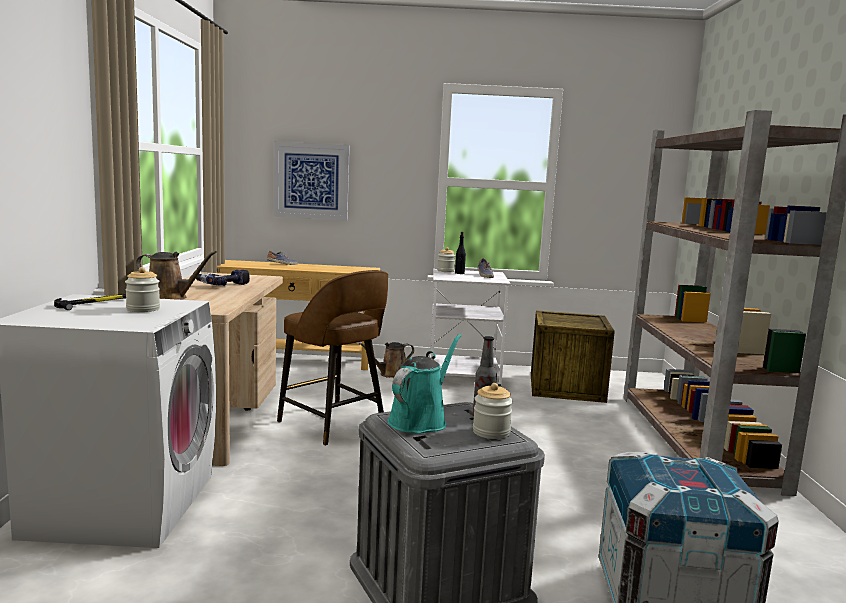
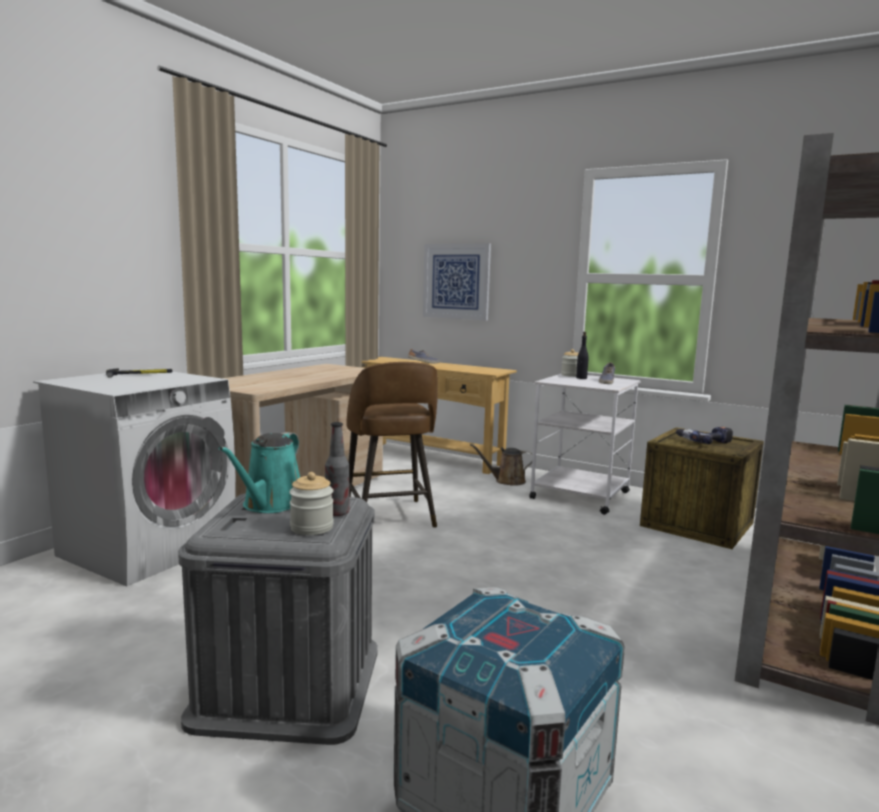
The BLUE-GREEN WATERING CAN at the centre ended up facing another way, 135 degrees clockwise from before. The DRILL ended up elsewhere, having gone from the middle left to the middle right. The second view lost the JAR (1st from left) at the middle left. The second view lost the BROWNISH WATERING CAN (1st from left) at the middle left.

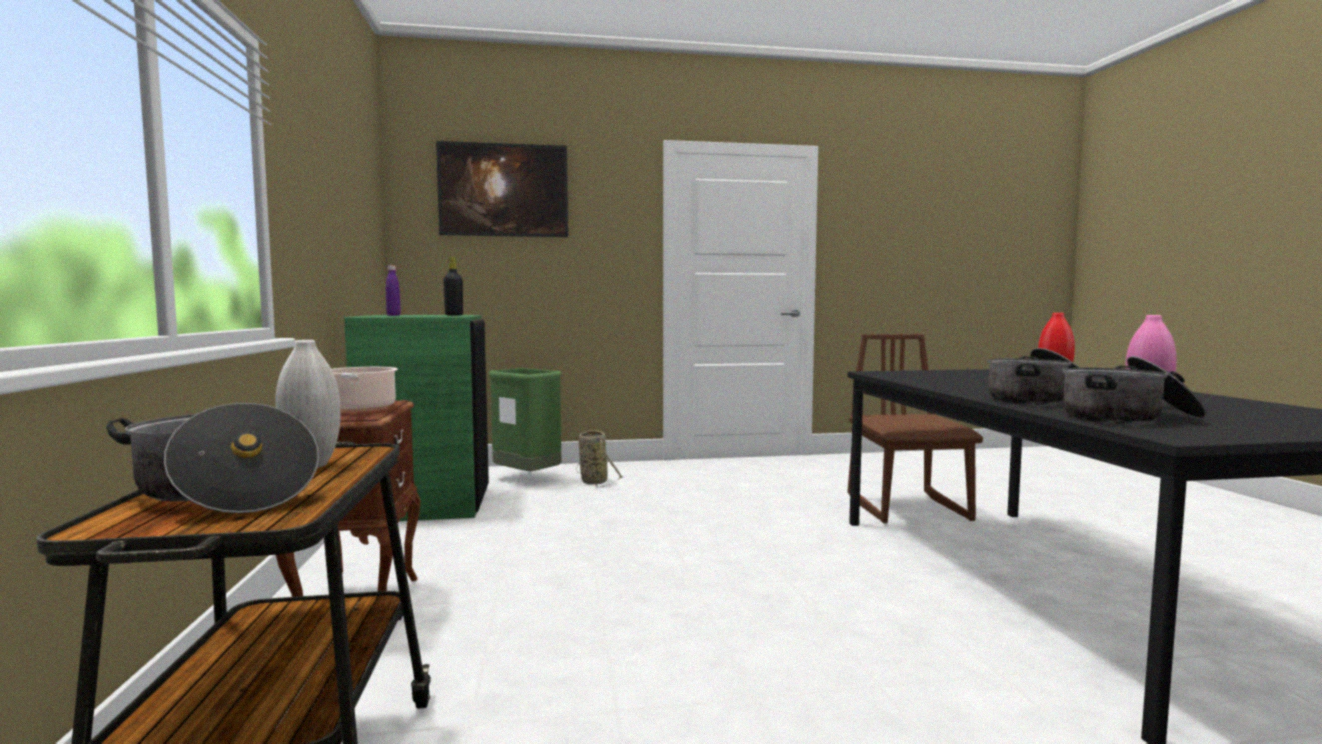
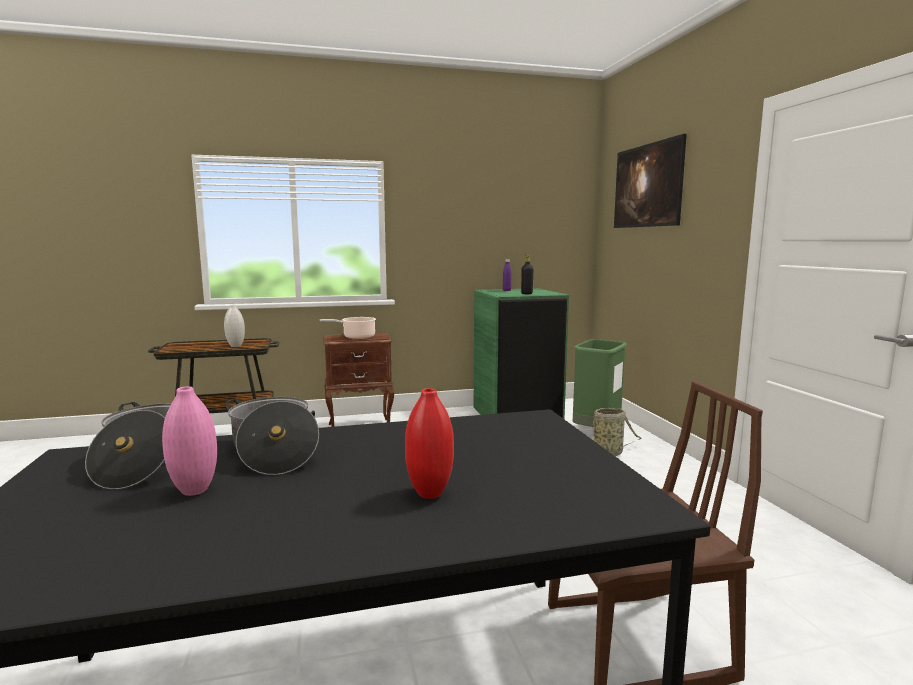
The second view lost the SAUCEPOT (1st from left) at the middle left.

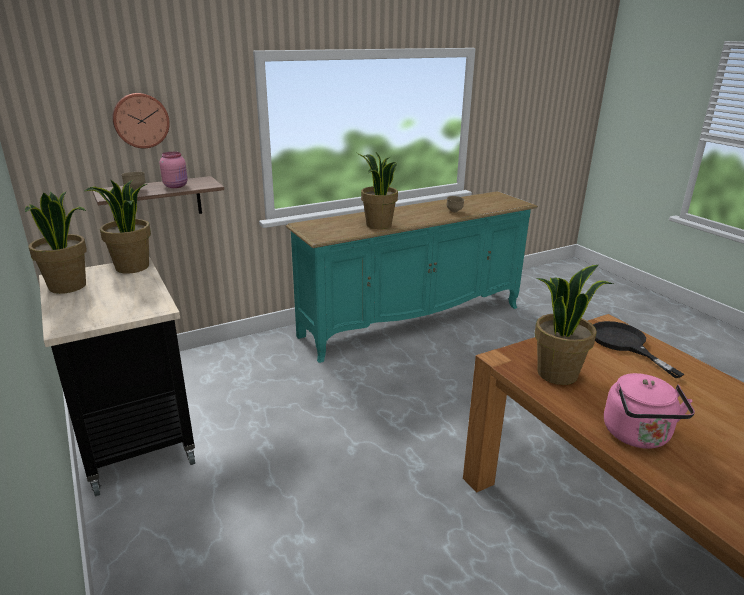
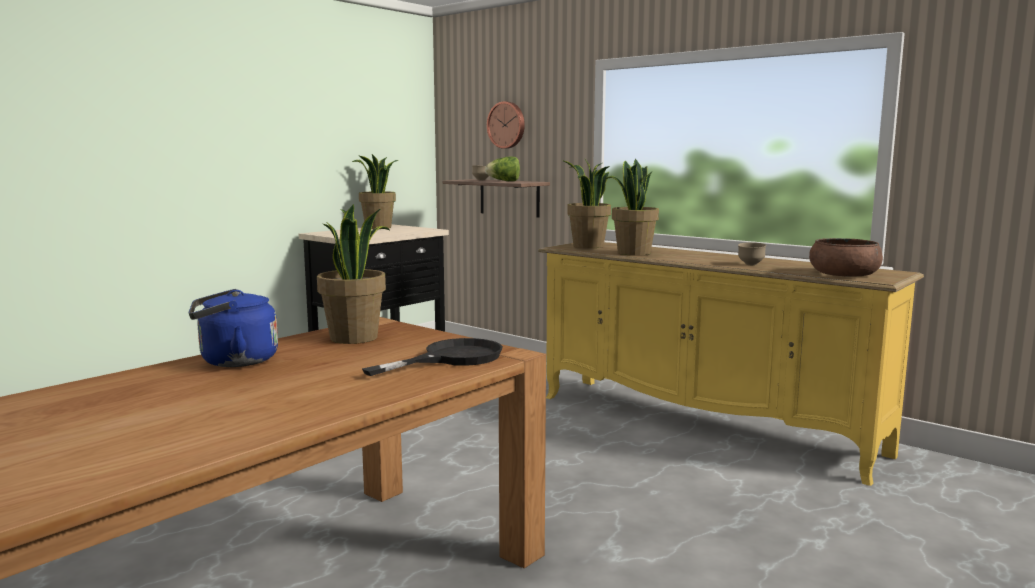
What was the PINK-COLOURED TEA KETTLE at the bottom right turned into the BLUE-COLOURED TEA KETTLE at the middle left. Where the PINK-COLOURED JAR stood at the top left, the LETTUCE HEAD came to stand at the top centre. What was the BLUE-GREEN STORAGE CABINET at the centre turned into the YELLOW STORAGE CABINET at the middle right. The POTTED PLANT (2nd from left in the first image) ended up elsewhere, having gone from the middle left to the centre. The second view gained the BROWNISH SERVING BOWL (3rd from left) at the middle right.

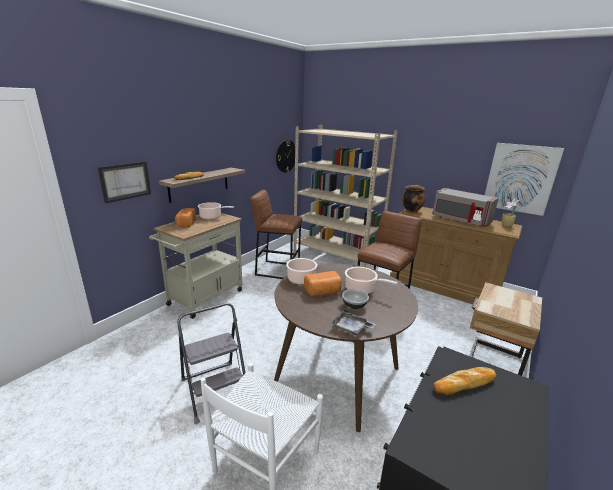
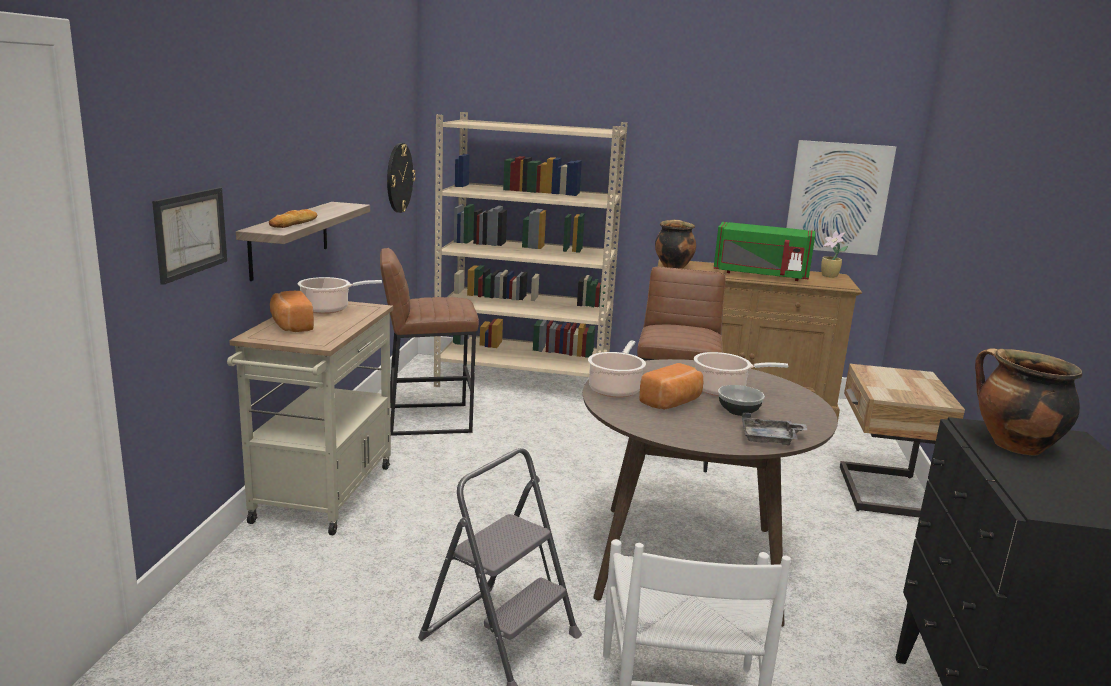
What was the GRAY MICROWAVE at the middle right turned into the GREEN MICROWAVE at the middle right. Where the BAKED BREAD (4th from left) stood at the bottom right, the SAUCEPOT (5th from left) came to stand at the middle right.

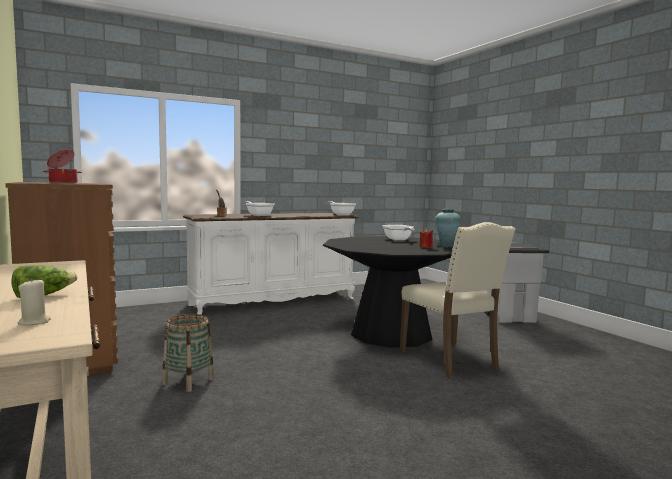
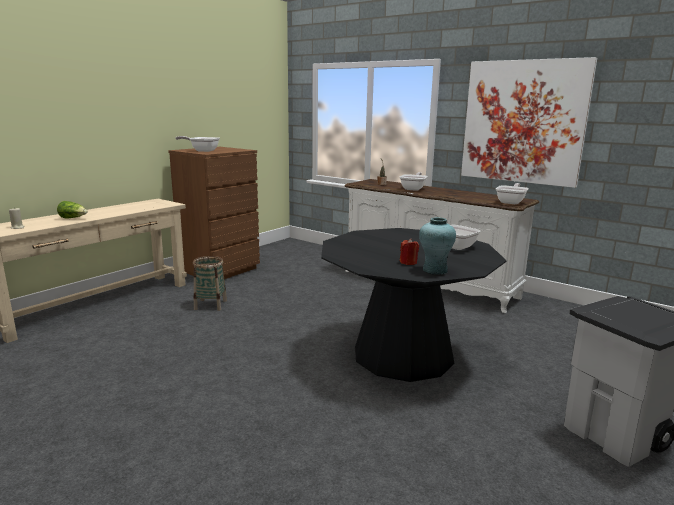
Where the SAUCEPOT stood at the middle left, the SKILLET (1st from left) came to stand at the top left. The second view gained the WALL PICTURE at the top right. The second view lost the BEIGE-COLOURED PLAIN CHAIR at the middle right.

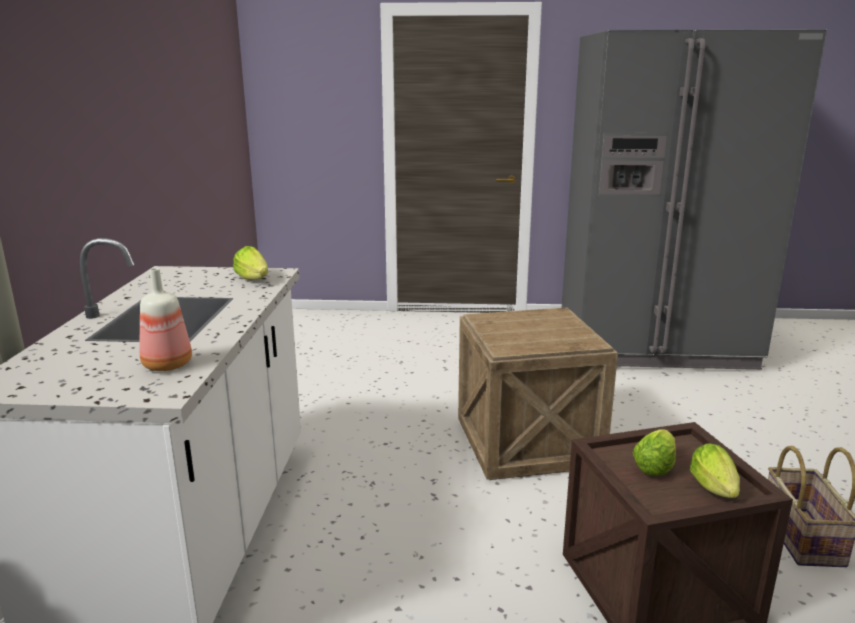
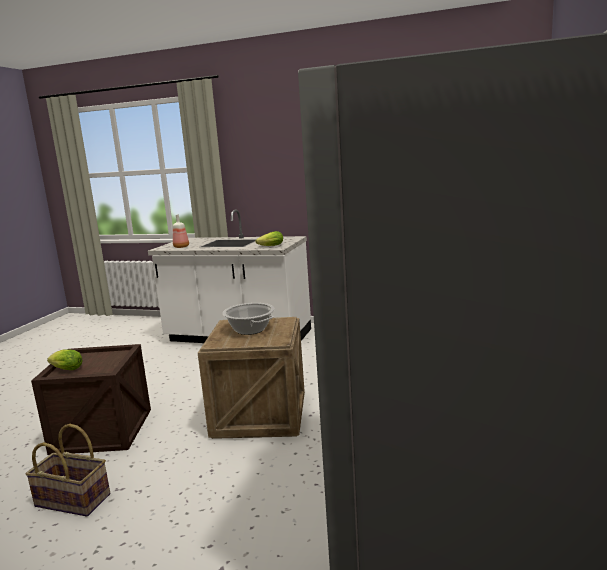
The second view gained the SAUCEPOT at the centre. The second view lost the LETTUCE HEAD (2nd from left) at the bottom right.

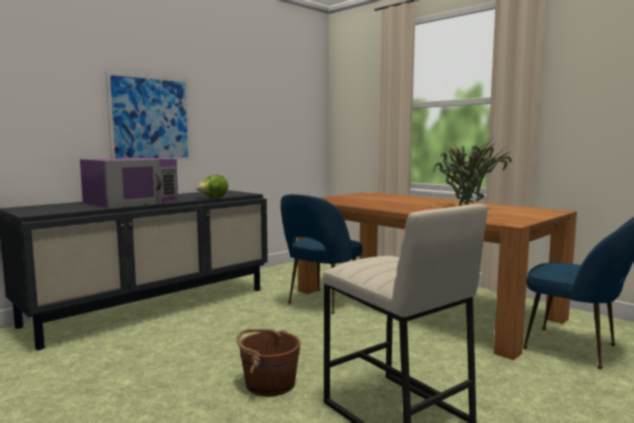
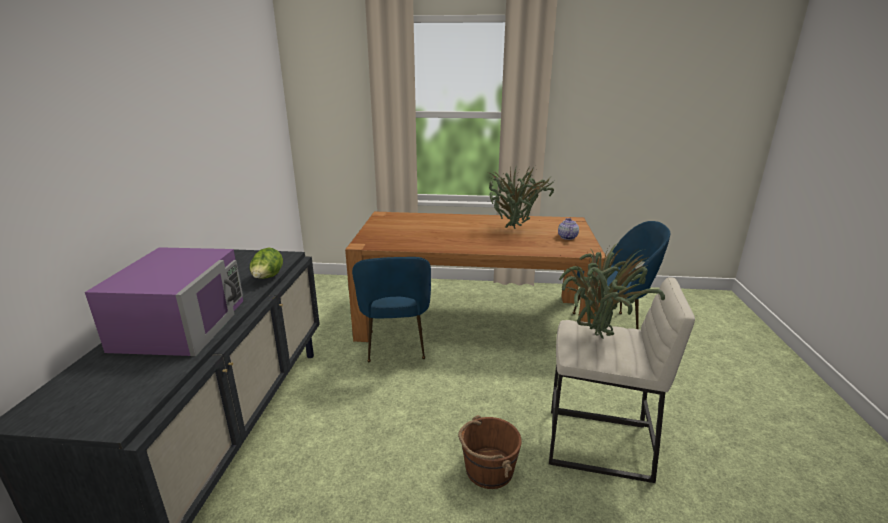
The second view gained the TEAPOT at the centre. The second view gained the POTTED PLANT (2nd from left) at the middle right. The second view lost the WALL PICTURE at the top left.

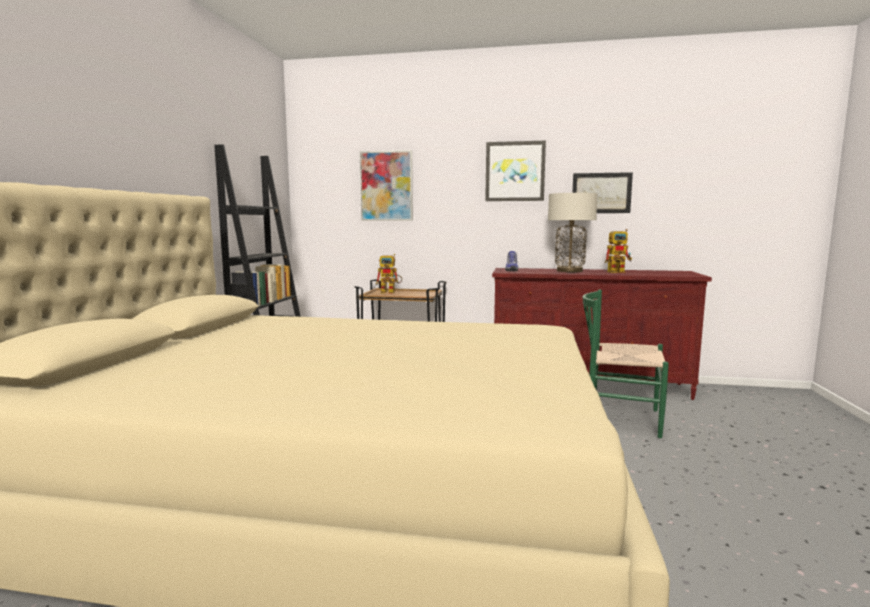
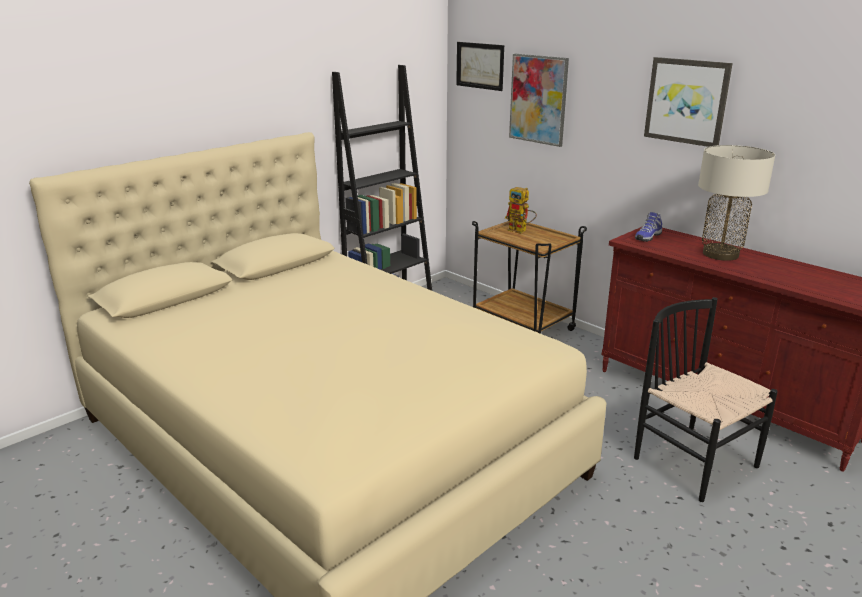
The WALL PICTURE (3rd from left in the first image) ended up elsewhere, having gone from the top right to the top centre. What was the GREEN PLAIN CHAIR at the middle right turned into the BLACK-COLOURED PLAIN CHAIR at the bottom right. The second view lost the MODEL ROBOT (2nd from left) at the middle right.

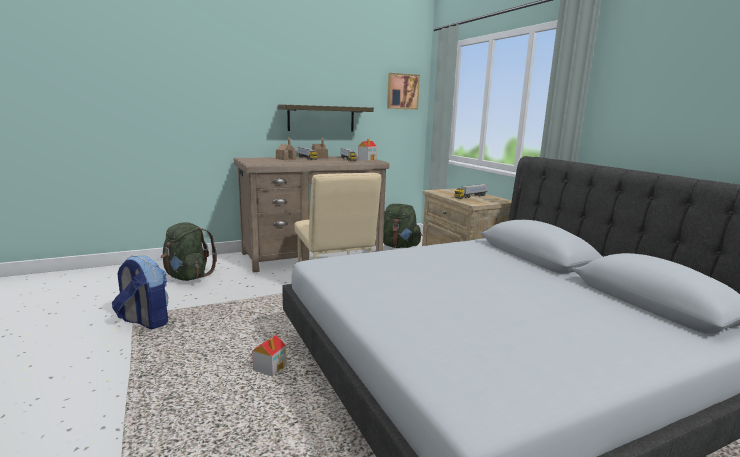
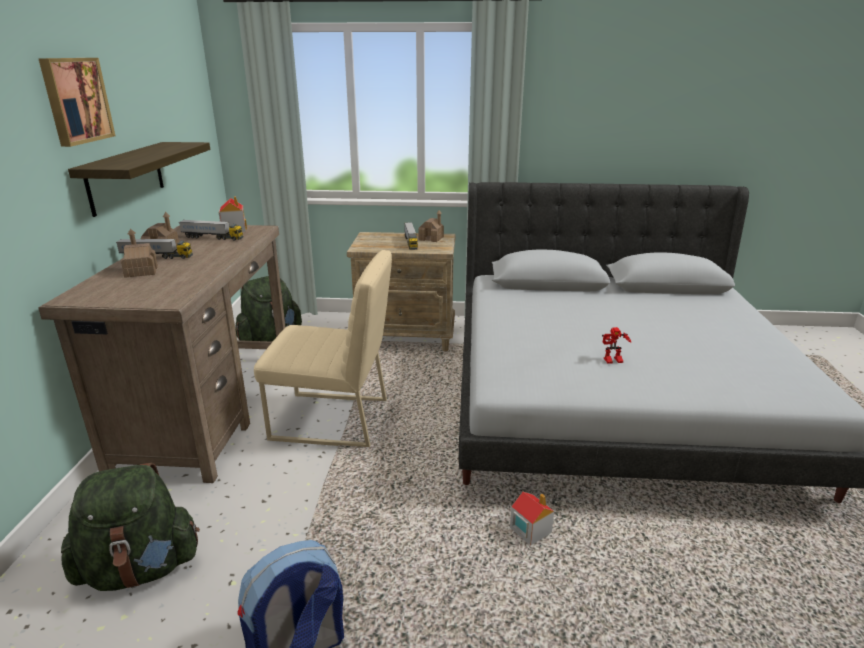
The WALL PICTURE ended up elsewhere, having gone from the top centre to the top left. The second view gained the MODEL HOUSE (4th from left) at the centre. The second view gained the MODEL ROBOT at the middle right.

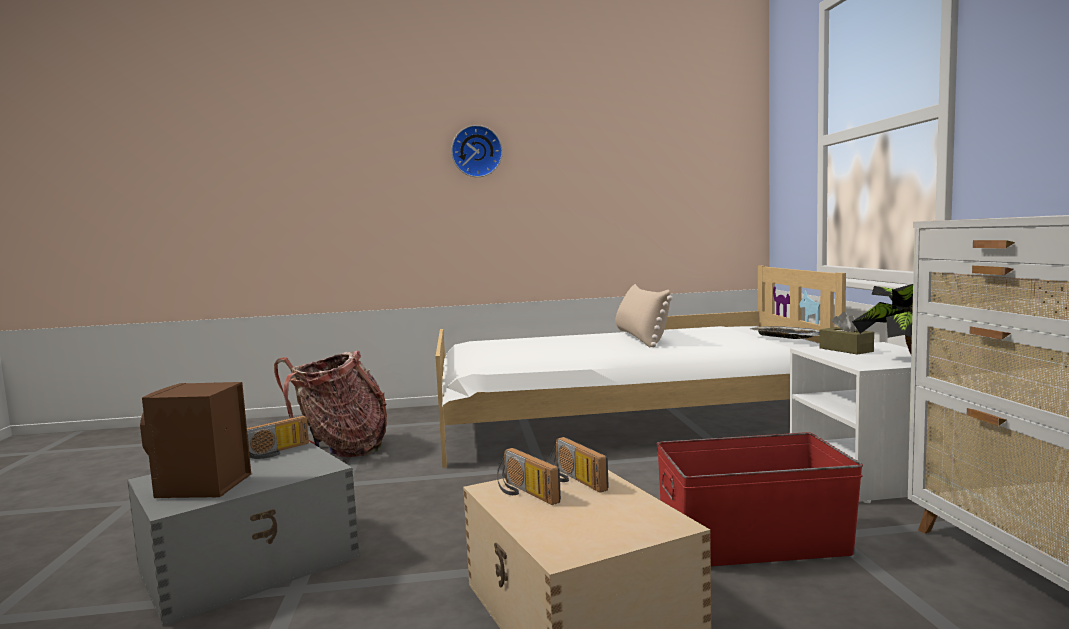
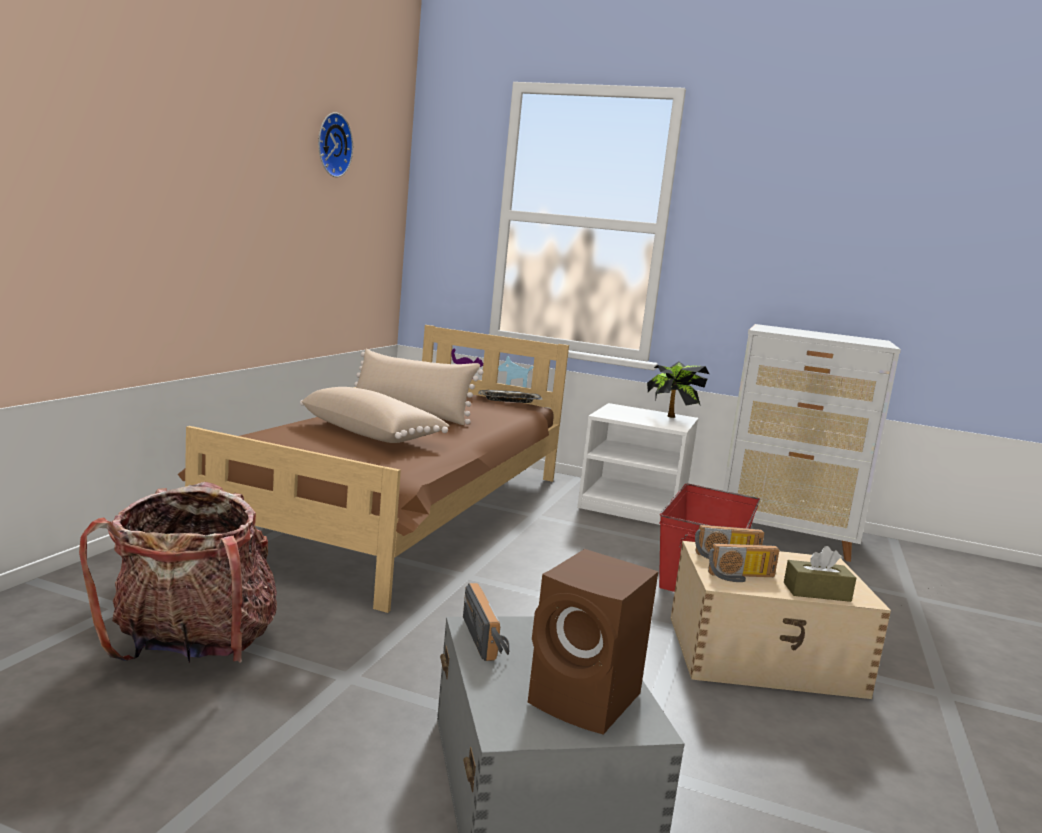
What was the WHITE-COLOURED BEDROOM BED at the centre turned into the BROWNISH BEDROOM BED at the centre. The second view gained the BEIGE-COLOURED CUSHION (1st from left) at the centre. The HANGING CLOCK ended up elsewhere, having gone from the top centre to the top left. The BROWNISH BOX OF TISSUES ended up elsewhere, having gone from the middle right to the bottom right.

